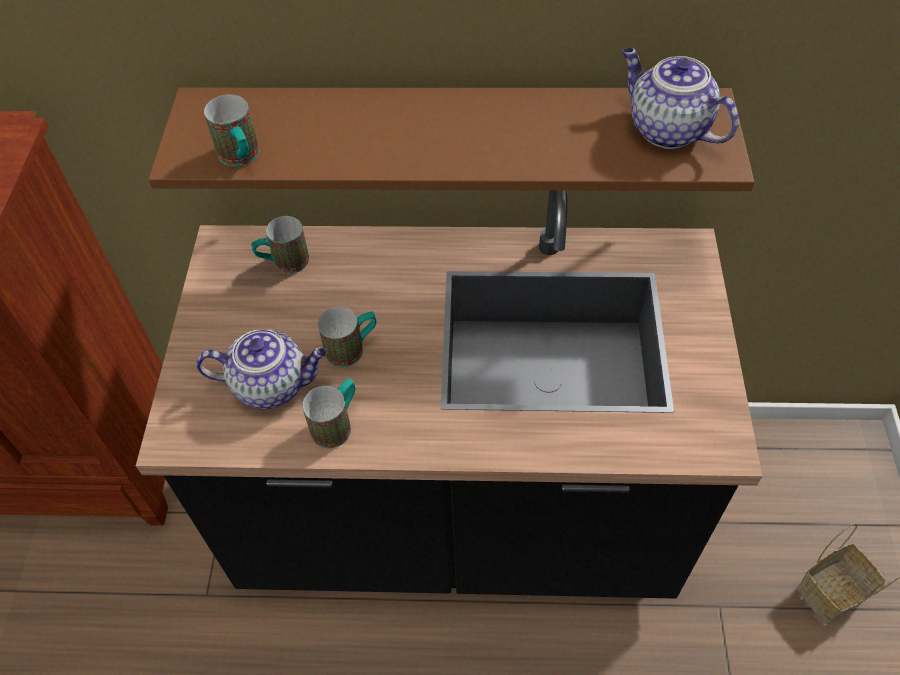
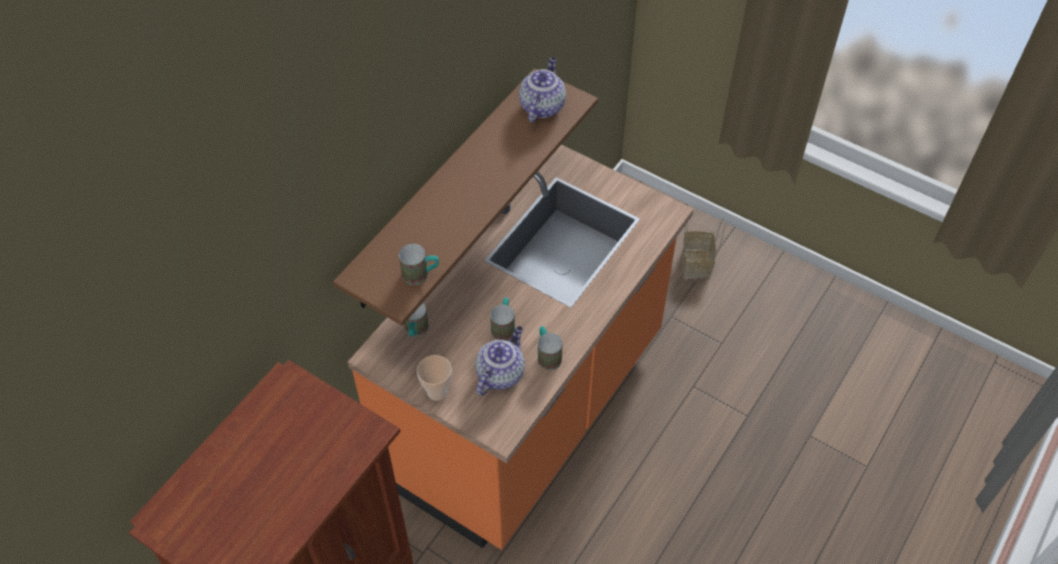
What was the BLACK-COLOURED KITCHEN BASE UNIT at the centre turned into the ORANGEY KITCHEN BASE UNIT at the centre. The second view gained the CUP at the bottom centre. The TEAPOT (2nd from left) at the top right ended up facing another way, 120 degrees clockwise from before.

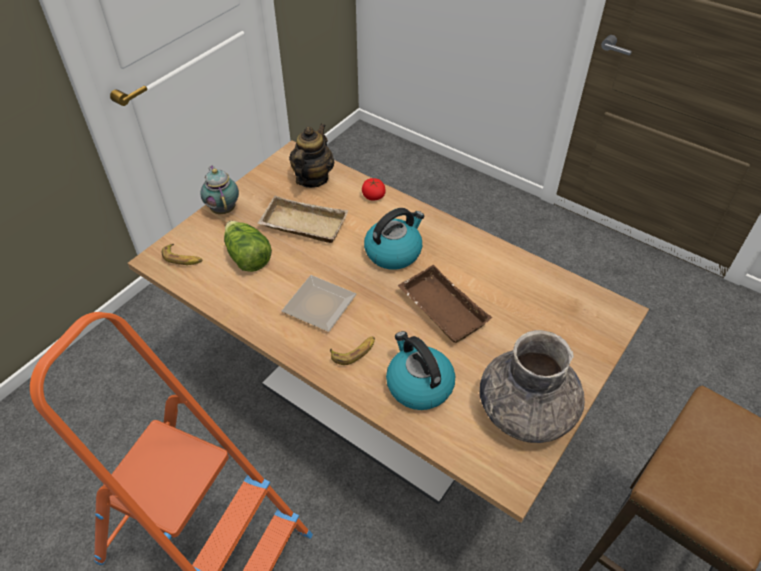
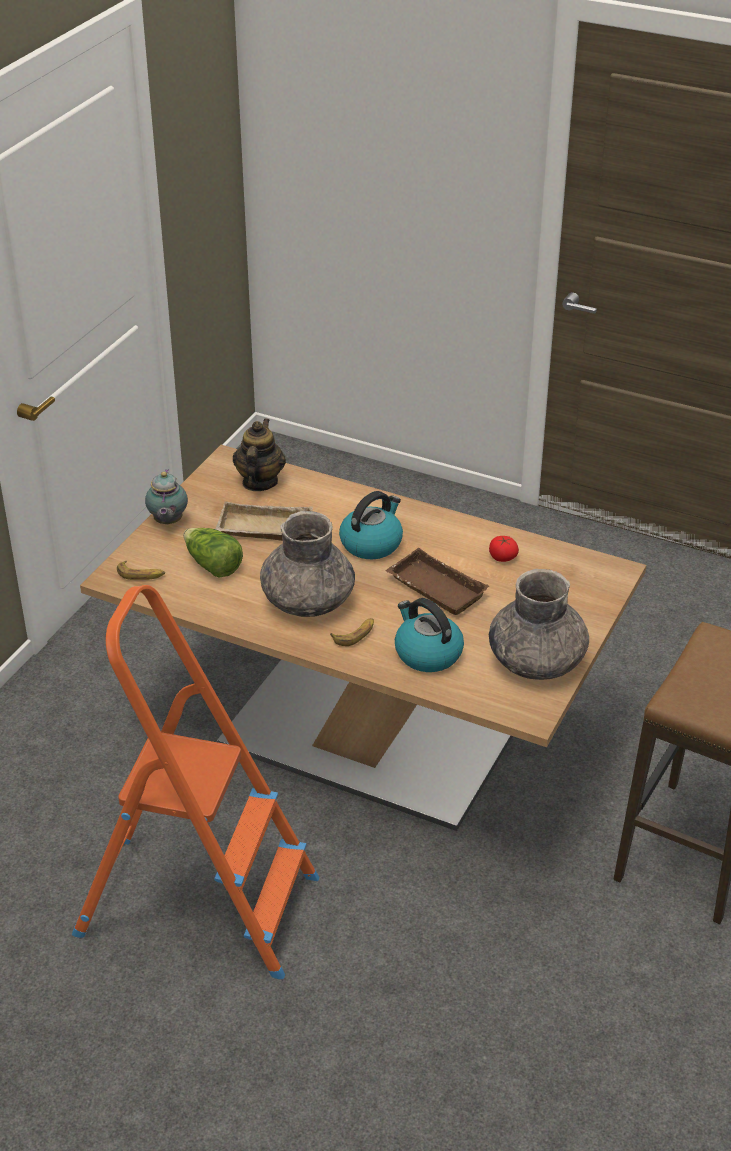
The TEAPOT (1st from left) at the top left ended up facing another way, 150 degrees counterclockwise from before. Where the DINNER PLATE stood at the centre, the GRAY DECORATIVE VASE (1st from left) came to stand at the centre. The FRESH TOMATO ended up elsewhere, having gone from the top centre to the middle right.

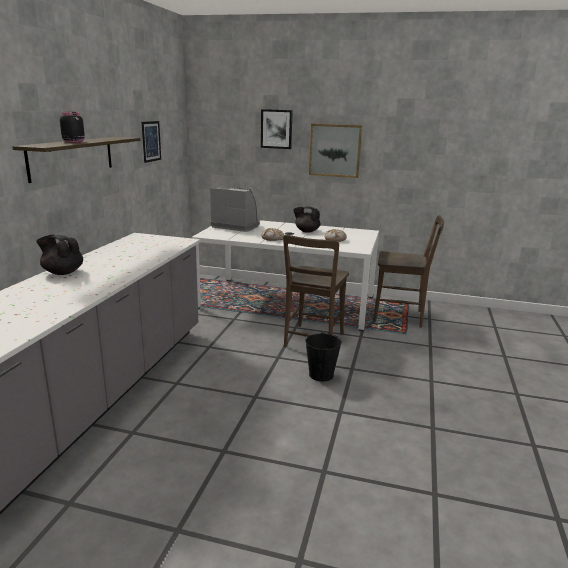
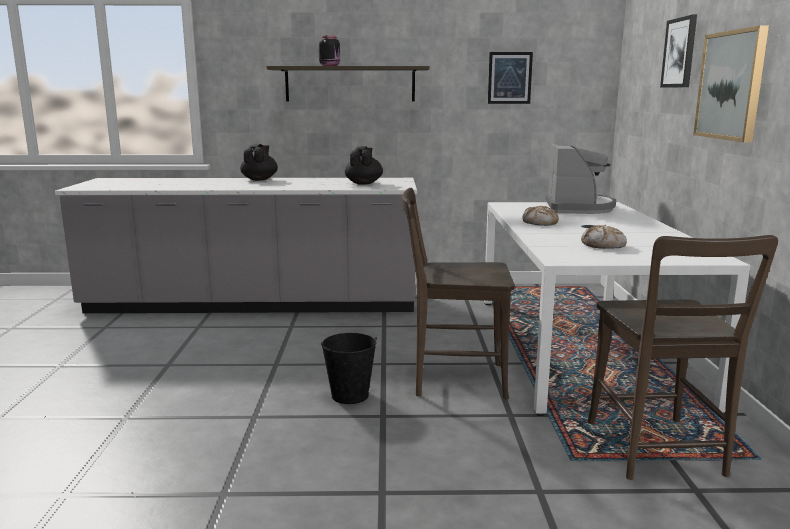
The BLACK-COLOURED TEAPOT (2nd from left) ended up elsewhere, having gone from the centre to the top centre.

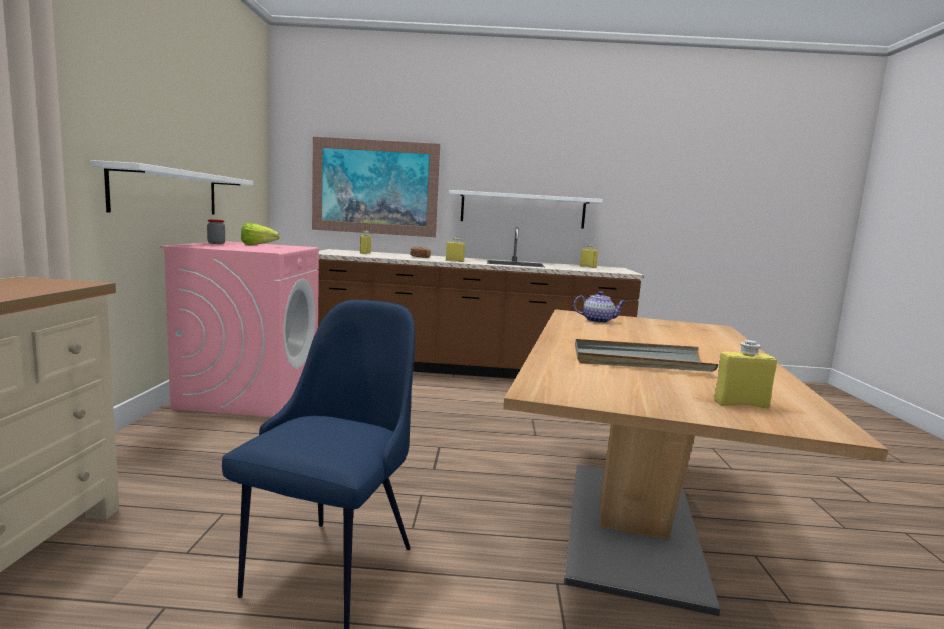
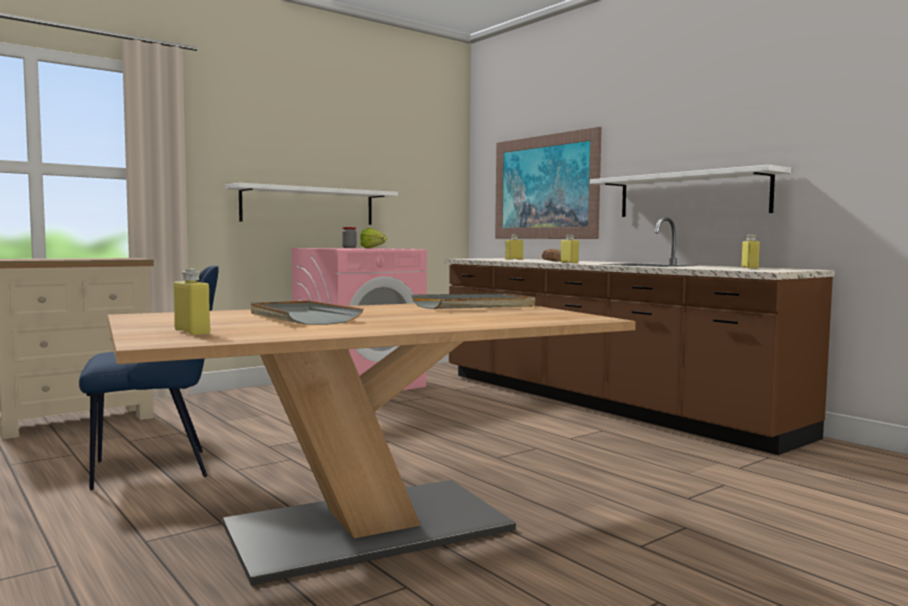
Where the TEAPOT stood at the centre, the GRAY CARRYING TRAY (2nd from left) came to stand at the centre.

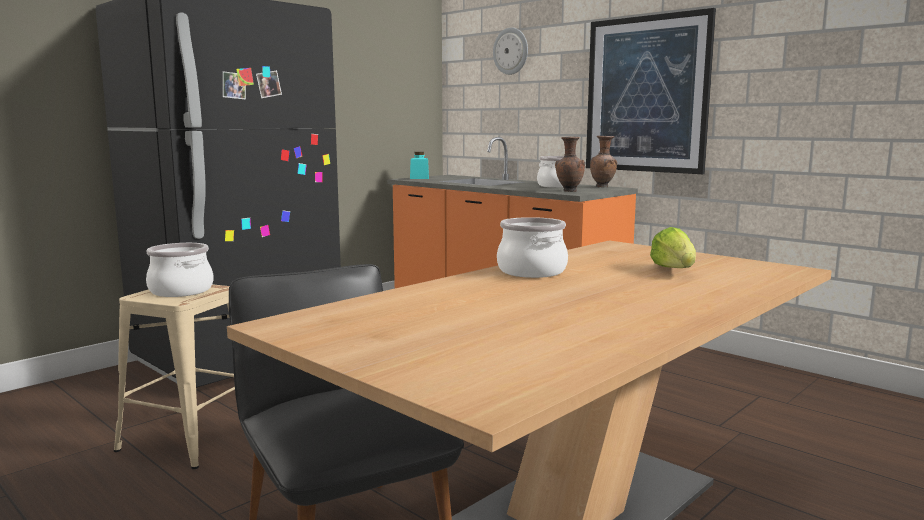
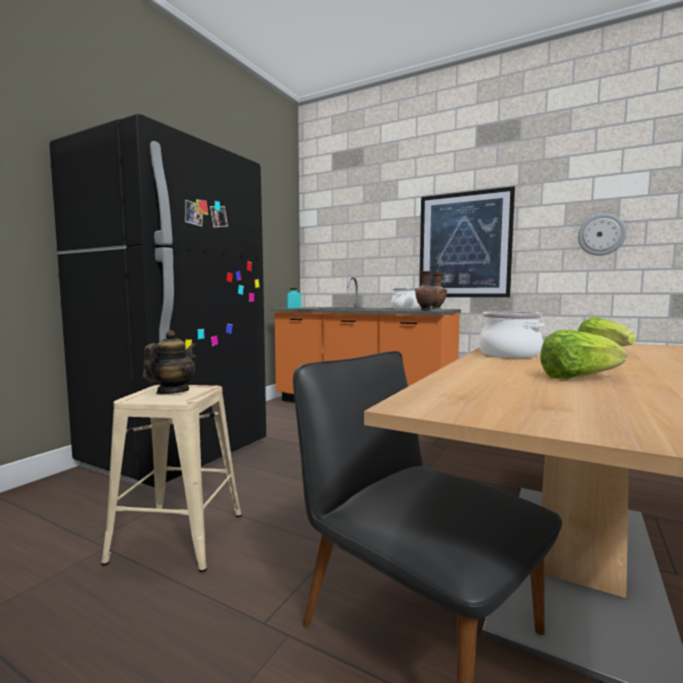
Where the SAUCEPOT (1st from left) stood at the middle left, the TEAPOT came to stand at the middle left. The second view gained the LETTUCE HEAD (1st from left) at the middle right. The HANGING CLOCK ended up elsewhere, having gone from the top centre to the middle right.

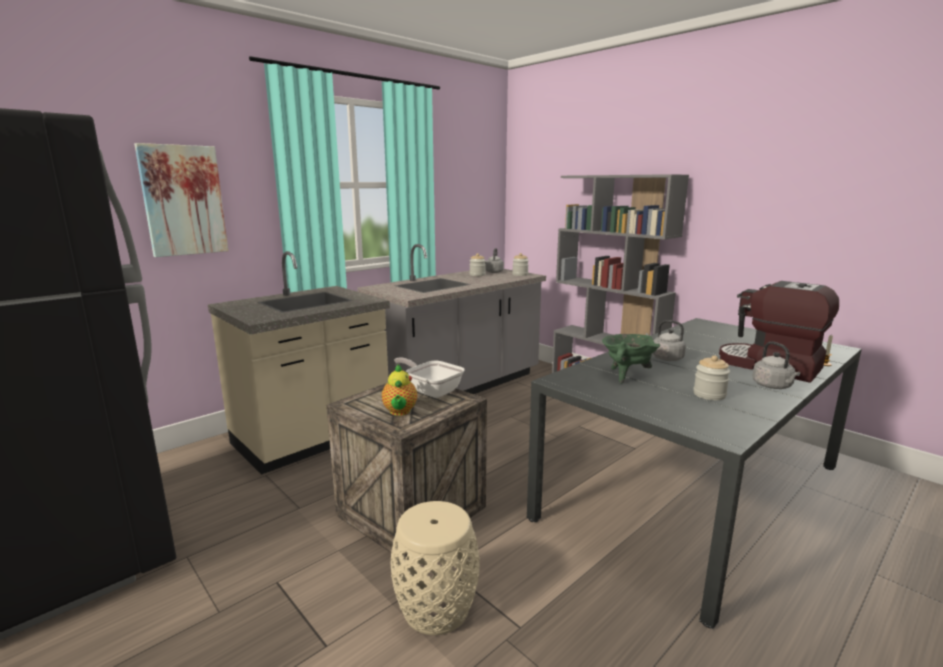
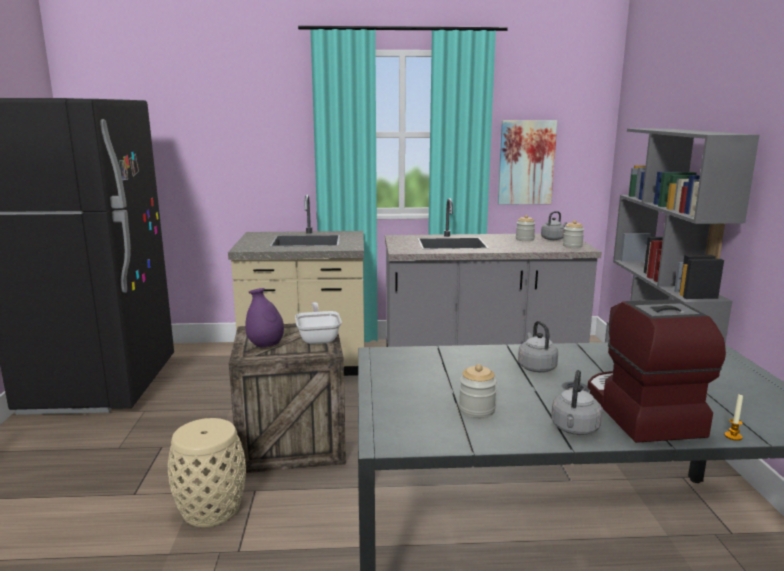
Where the TEAPOT stood at the centre, the PURPLE-COLOURED DECORATIVE VASE came to stand at the centre. The WALL PICTURE ended up elsewhere, having gone from the top left to the top right. The second view lost the GREEN SAUCEPOT at the middle right.

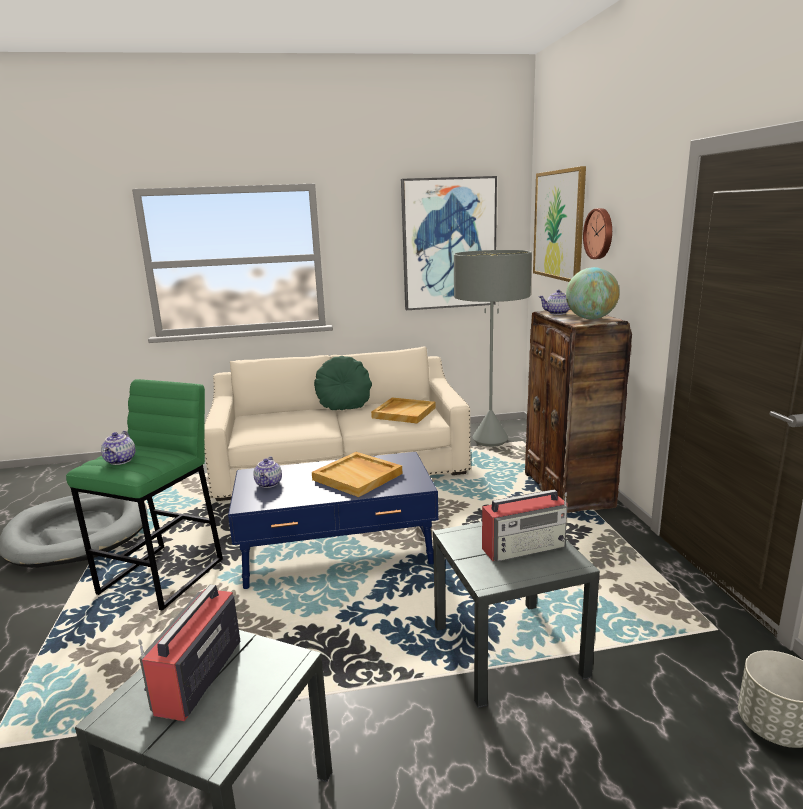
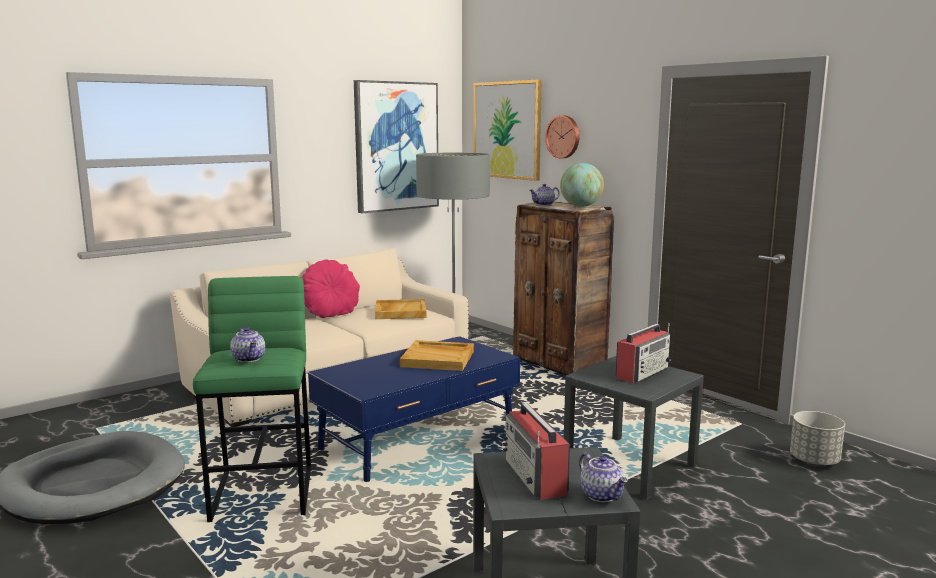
What was the GREEN CUSHION at the centre turned into the PINK-COLOURED CUSHION at the centre. The TEAPOT (2nd from left in the first image) ended up elsewhere, having gone from the middle left to the bottom centre.

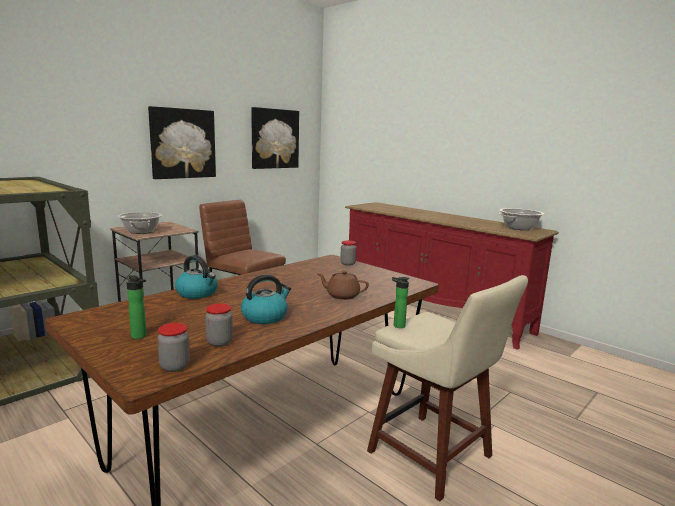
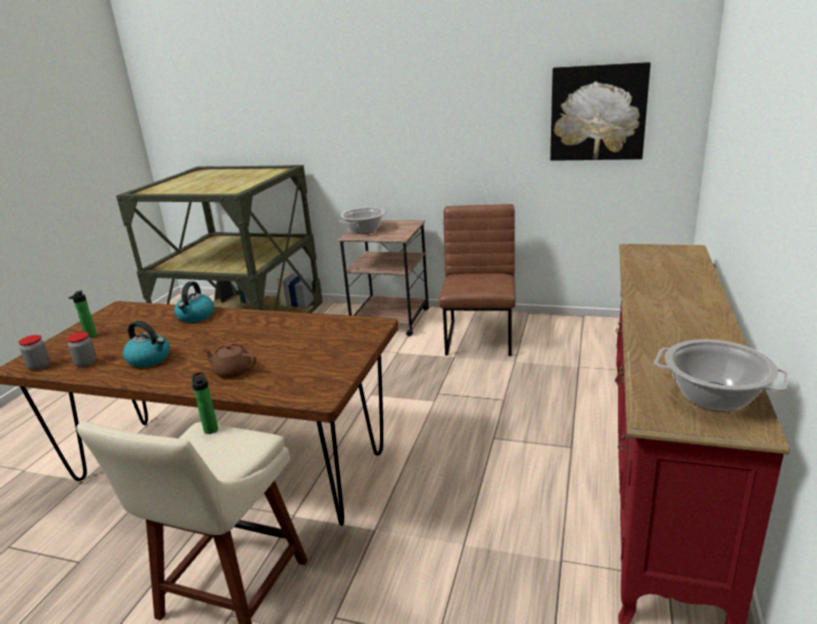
The BROWNISH TEAPOT at the centre ended up facing another way, 60 degrees counterclockwise from before. The second view lost the WALL PICTURE (1st from left) at the top left. The second view lost the JAR (3rd from left) at the centre.

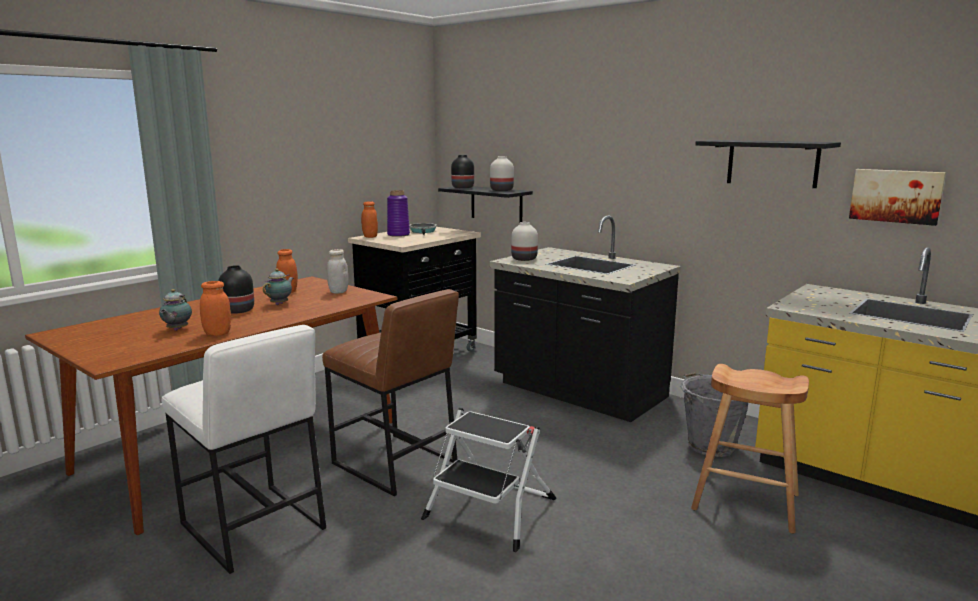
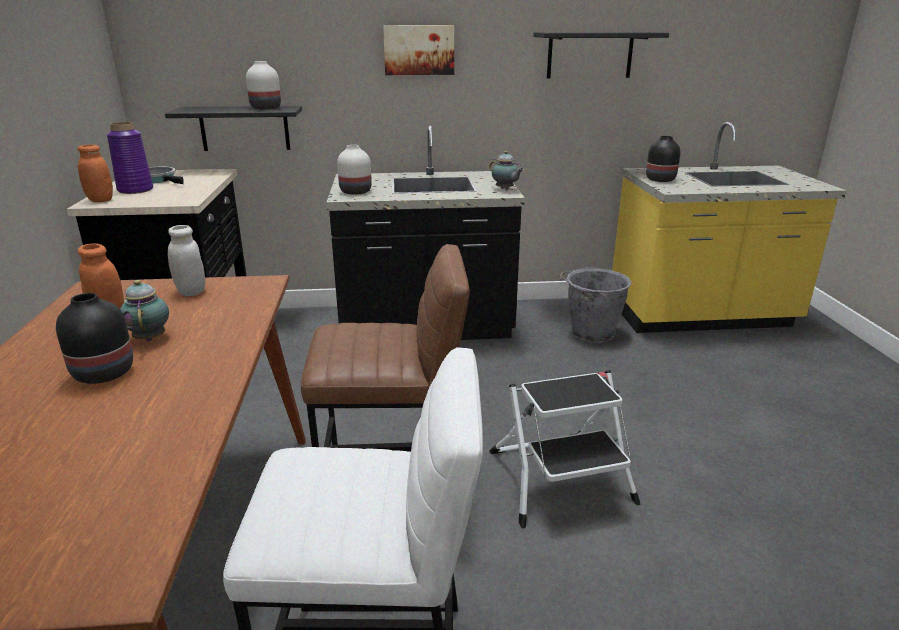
The WALL PICTURE ended up elsewhere, having gone from the top right to the top centre. The TEAPOT (1st from left in the first image) ended up elsewhere, having gone from the middle left to the top centre. The BLACK-COLOURED DECORATIVE VASE (2nd from left) ended up elsewhere, having gone from the top centre to the top right. The second view lost the ORANGEY JAR (1st from left) at the middle left. The second view lost the BROWNISH STOOL SEAT at the bottom right.

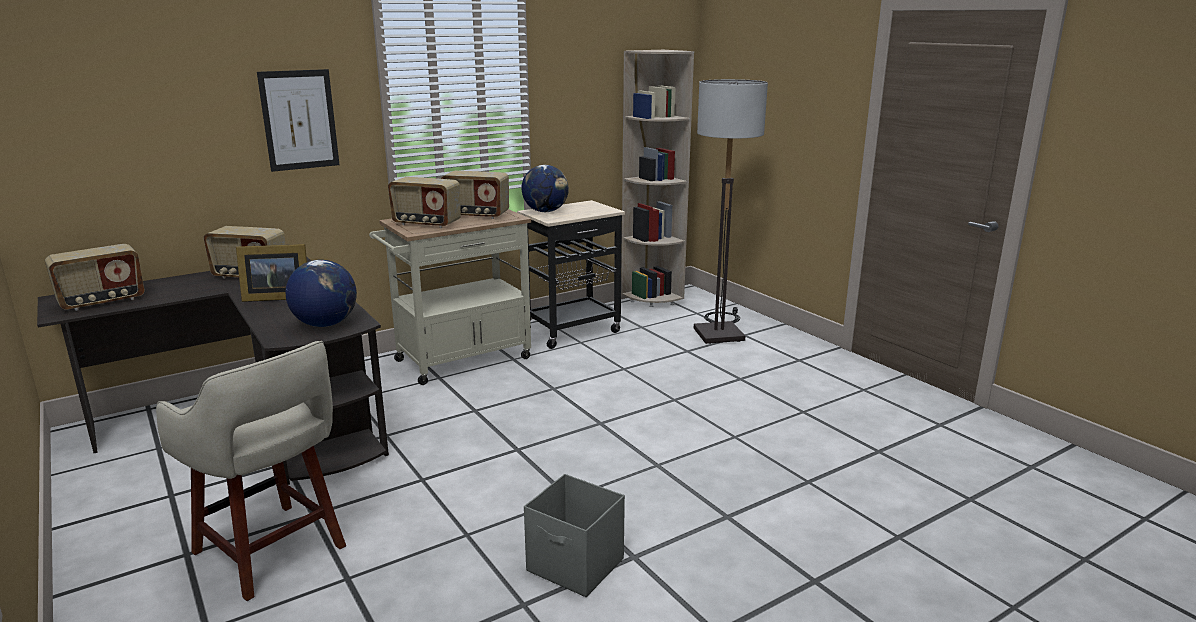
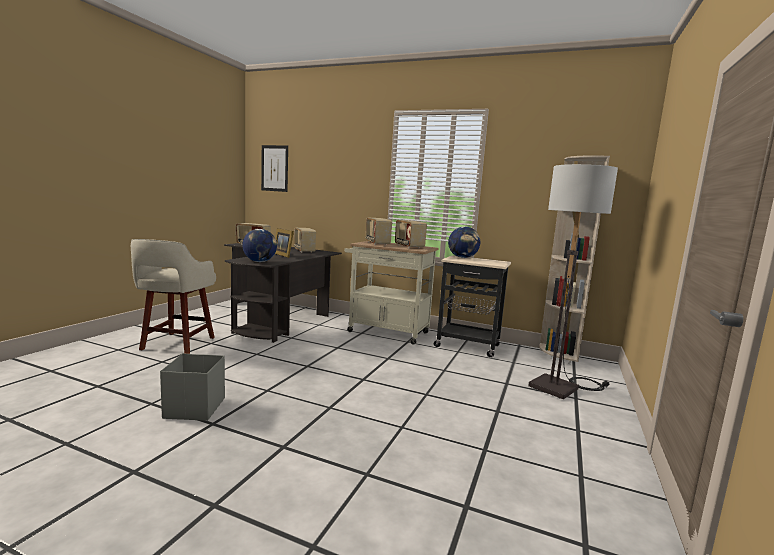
The WALL PICTURE ended up elsewhere, having gone from the top left to the top centre.

